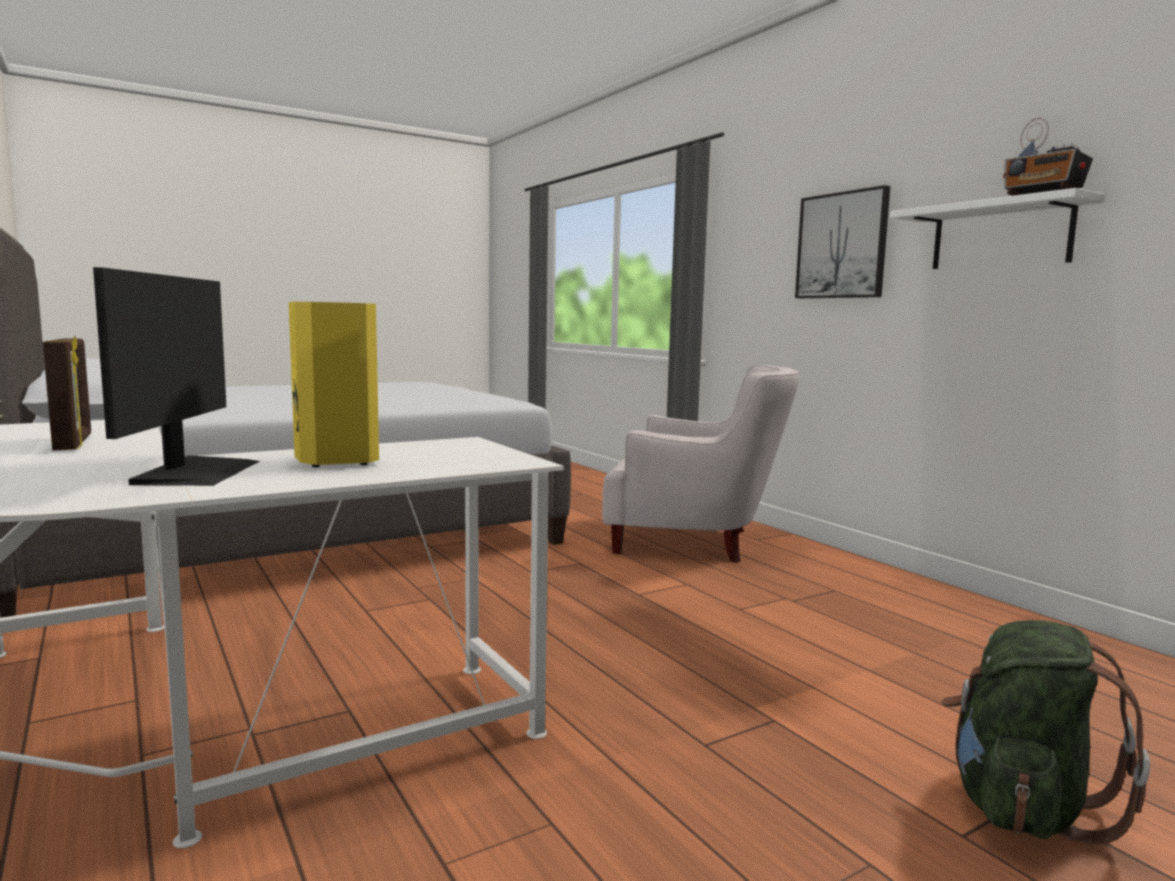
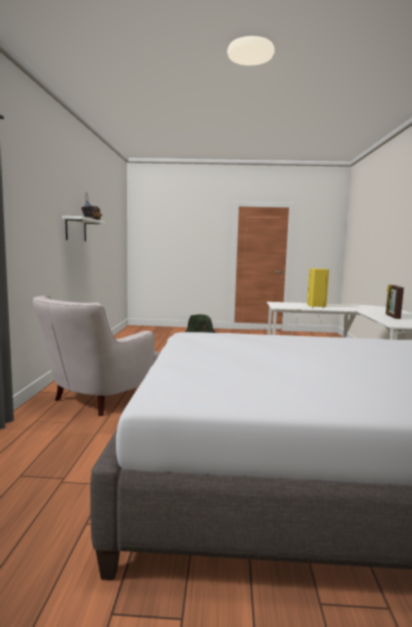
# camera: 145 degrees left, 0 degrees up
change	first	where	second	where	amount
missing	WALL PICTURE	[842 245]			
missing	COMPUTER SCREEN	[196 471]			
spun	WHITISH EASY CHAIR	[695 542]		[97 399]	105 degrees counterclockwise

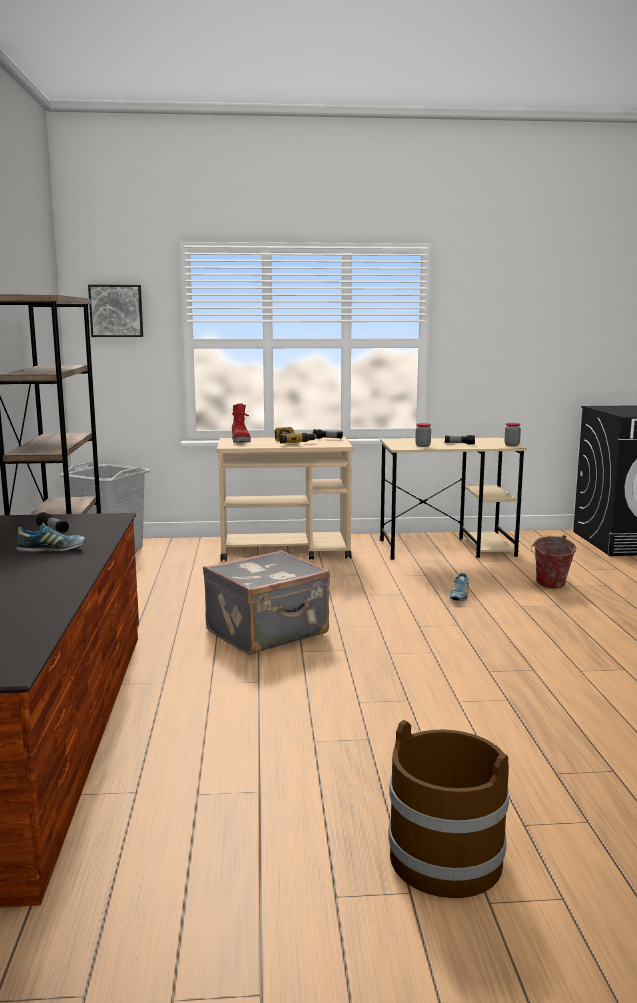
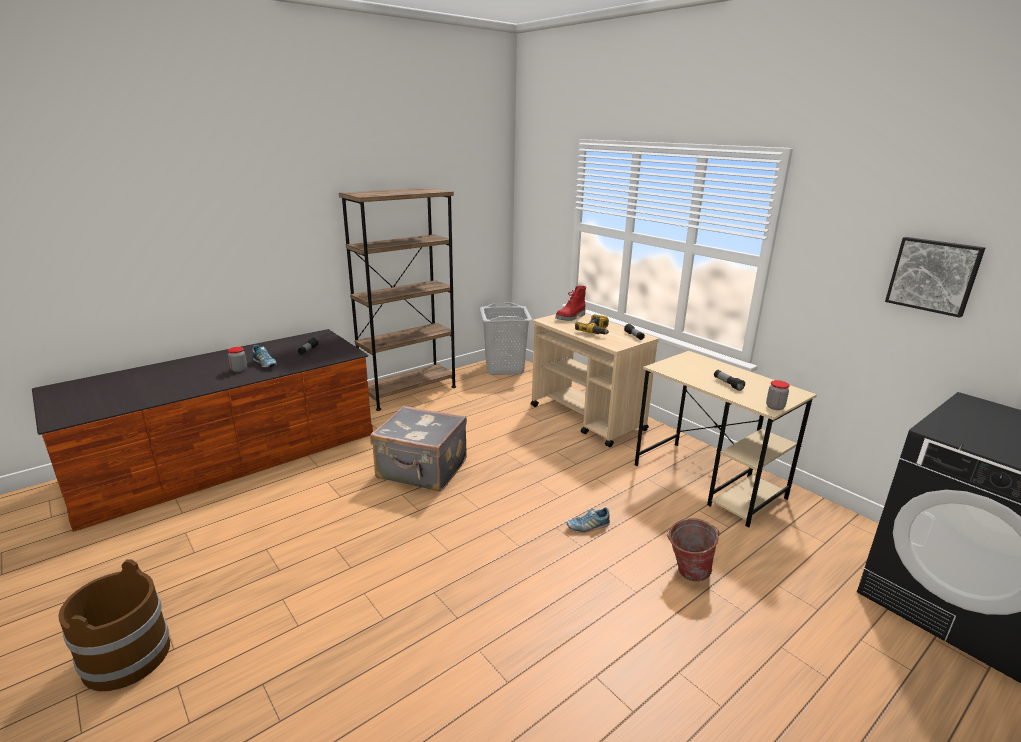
# camera: 55 degrees right, 10 degrees up
change	first	where	second	where	amount
relocated	WALL PICTURE	[116 311]		[933 275]	
relocated	STORAGE JAR	[423 446]		[239 369]	

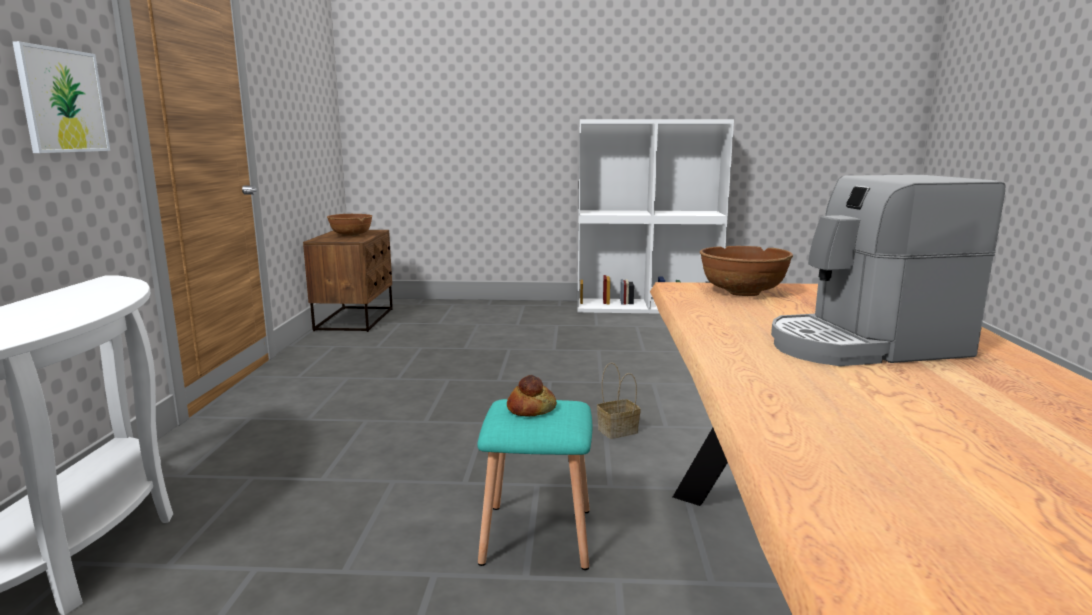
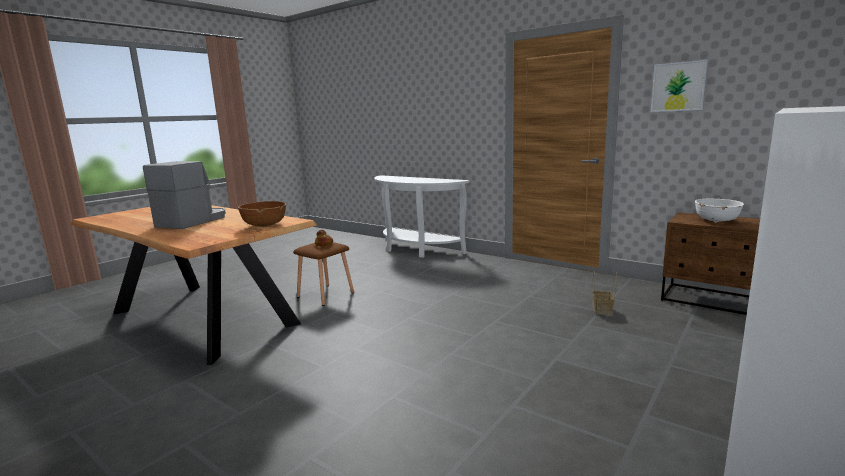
# camera: 125 degrees right, 0 degrees up
change	first	where	second	where	amount
relocated	WALL PICTURE	[62 100]		[678 87]	
colour	BROWNISH SERVING BOWL	[351 235]	WHITISH SERVING BOWL	[716 221]	
relocated	HOUSEHOLD BASKET	[618 430]		[603 310]	
colour	BLUE-GREEN SITTING STOOL	[536 534]	BROWNISH SITTING STOOL	[326 295]	

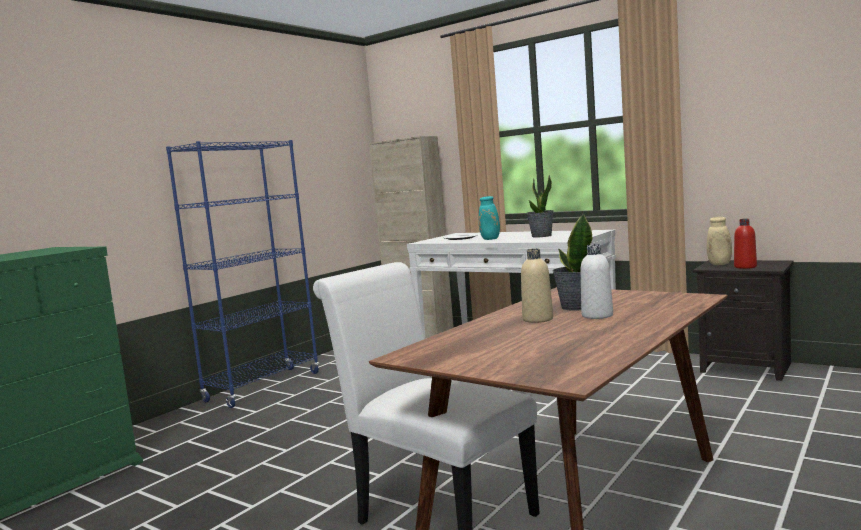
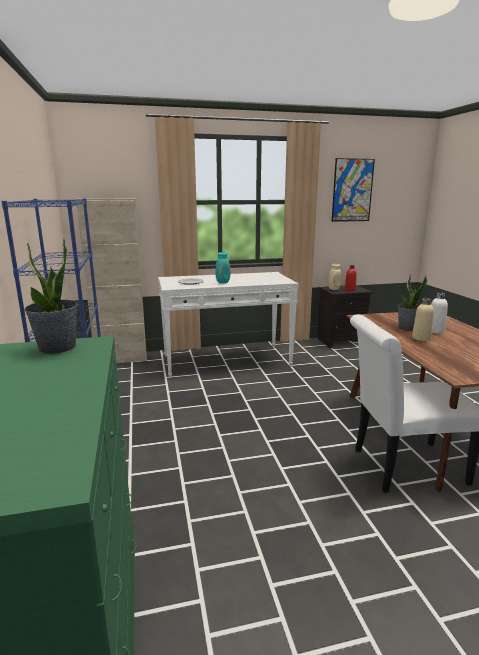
# camera: 50 degrees left, 10 degrees up
change	first	where	second	where	amount
relocated	PLANT IN A POT	[541 236]		[57 347]	
appeared			WALL PICTURE	[352 190]	

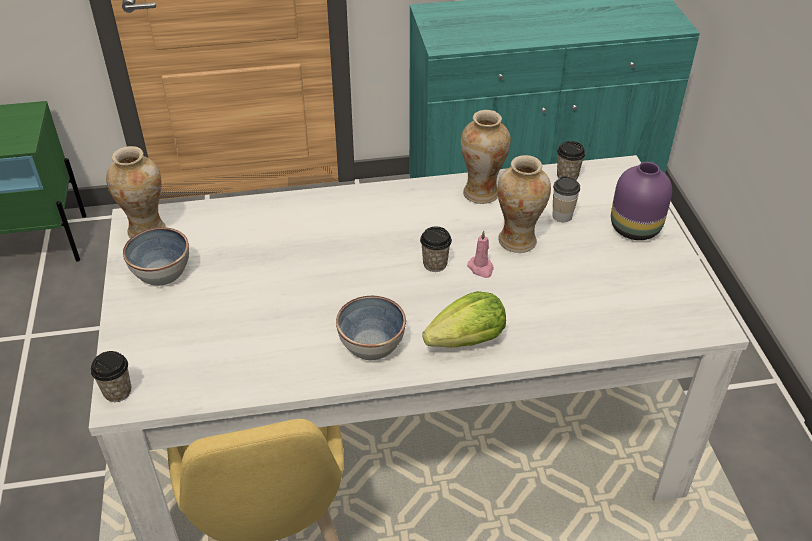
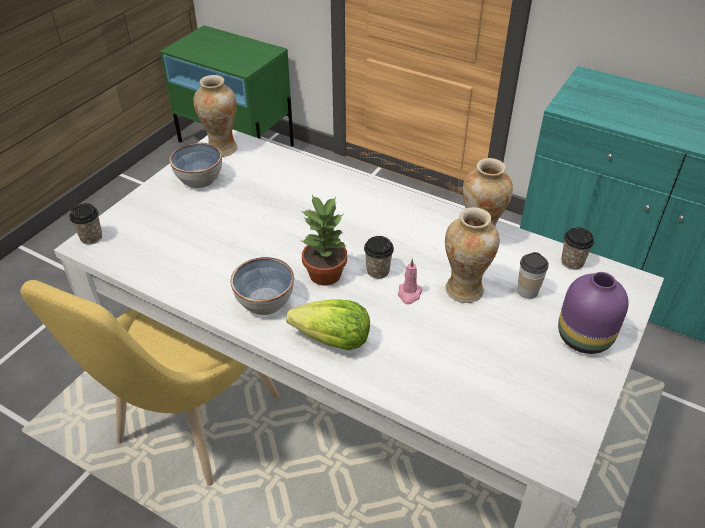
# camera: 40 degrees right, 0 degrees up
change	first	where	second	where	amount
appeared			PLANT IN A POT	[325 273]	

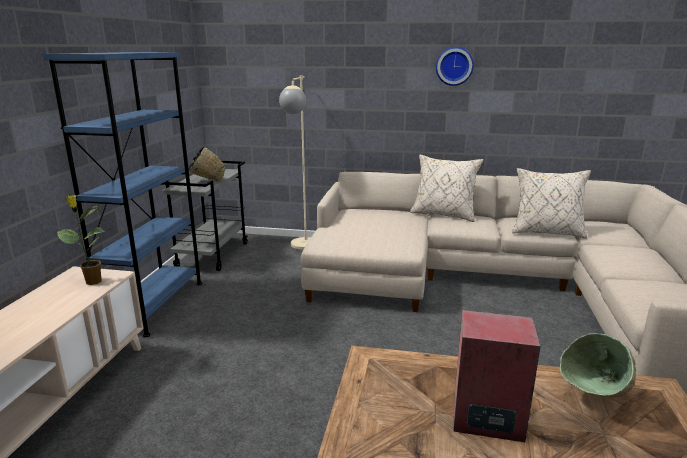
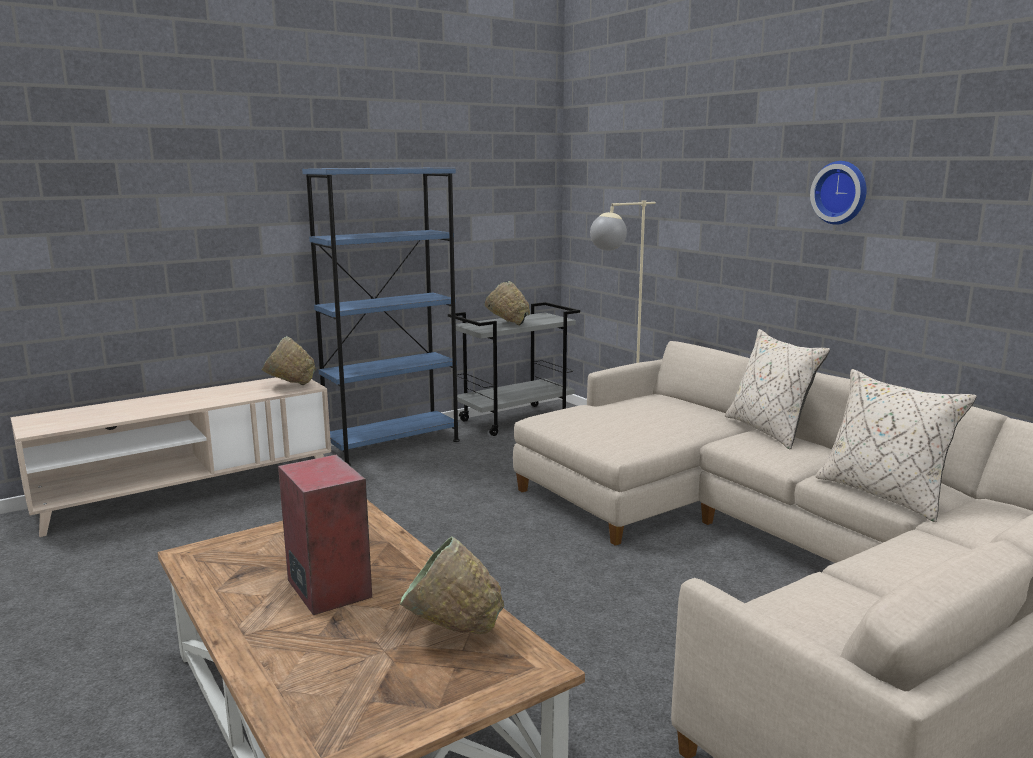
# camera: 45 degrees right, 5 degrees down
change	first	where	second	where	amount
exchanged	PLANT IN A POT	[92 282]	GREENISH SERVING BOWL	[288 386]	

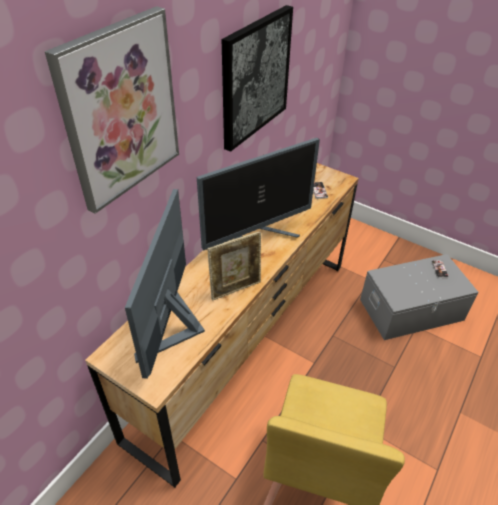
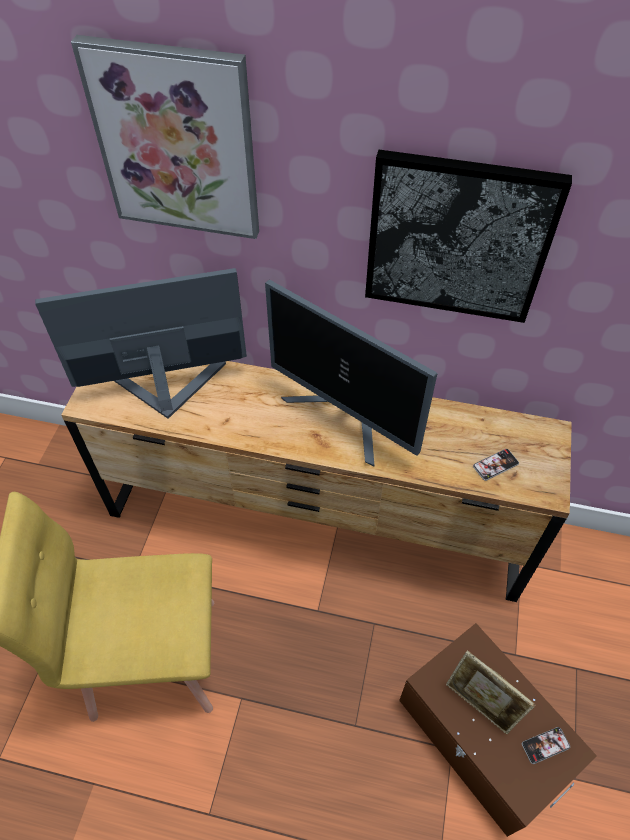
# camera: 70 degrees right, 10 degrees up
change	first	where	second	where	amount
relocated	STANDING FRAME	[236 289]		[479 705]	
colour	GREY STORAGE BOX	[412 310]	BROWNISH STORAGE BOX	[482 737]	

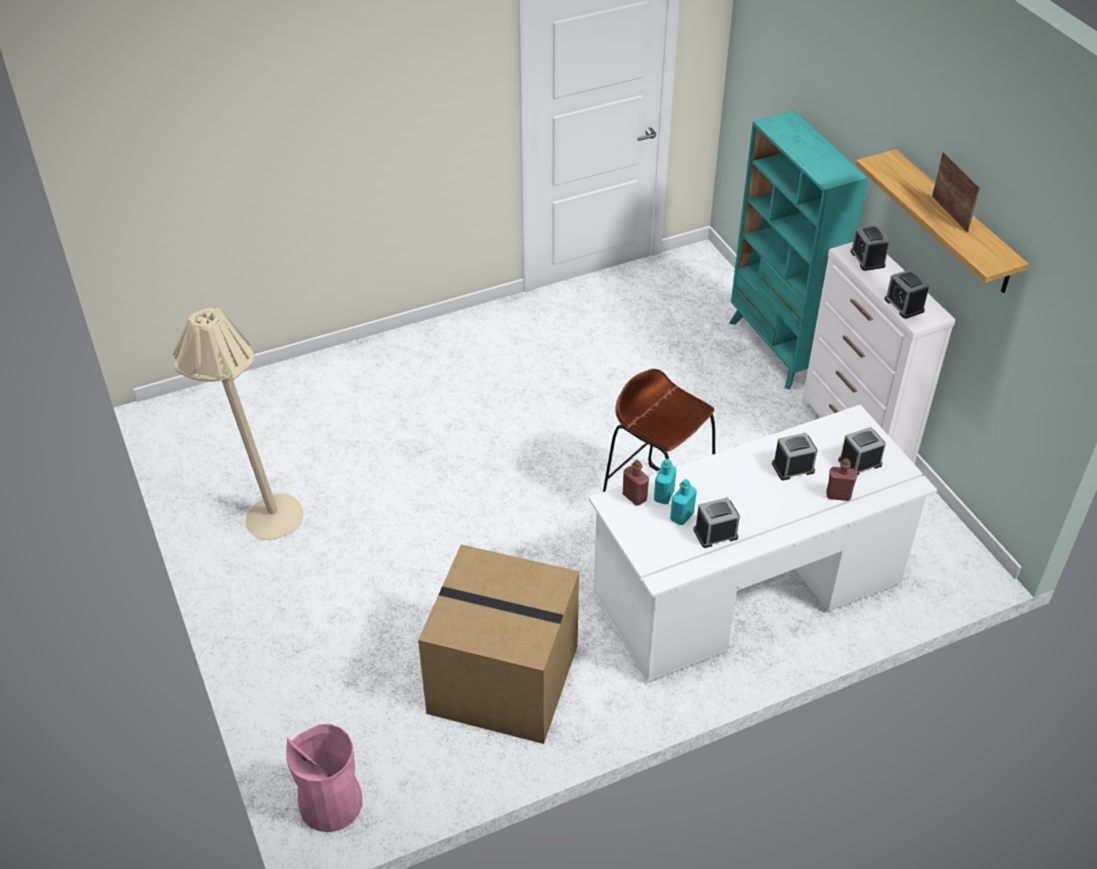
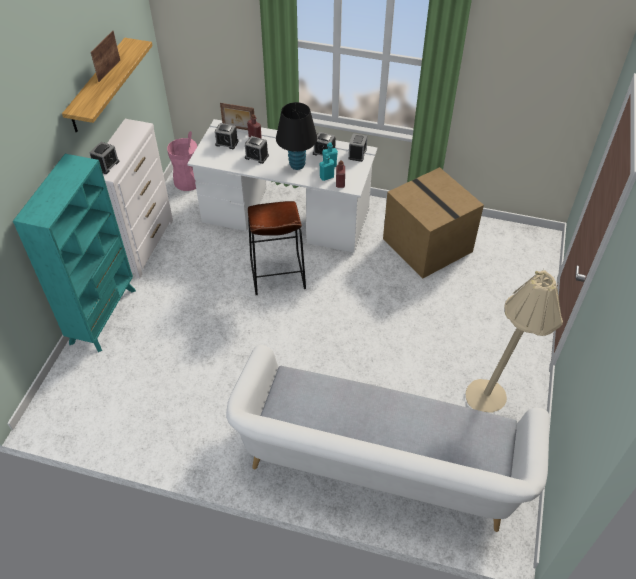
# camera: 140 degrees left, 5 degrees up
change	first	where	second	where	amount
relocated	ALARM CLOCK	[904 305]		[357 154]	
relocated	PINK-COLOURED RUBBISH BIN	[330 803]		[188 181]	
appeared			BLACK-COLOURED TABLE LAMP	[297 165]	
appeared			STANDING FRAME	[238 129]	
appeared			WHITISH COUCH	[380 464]	

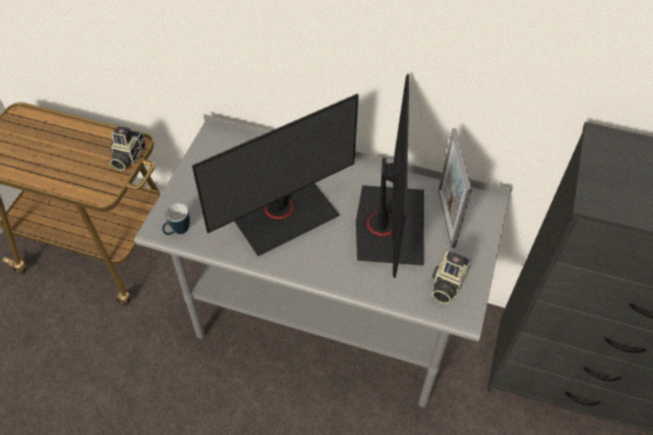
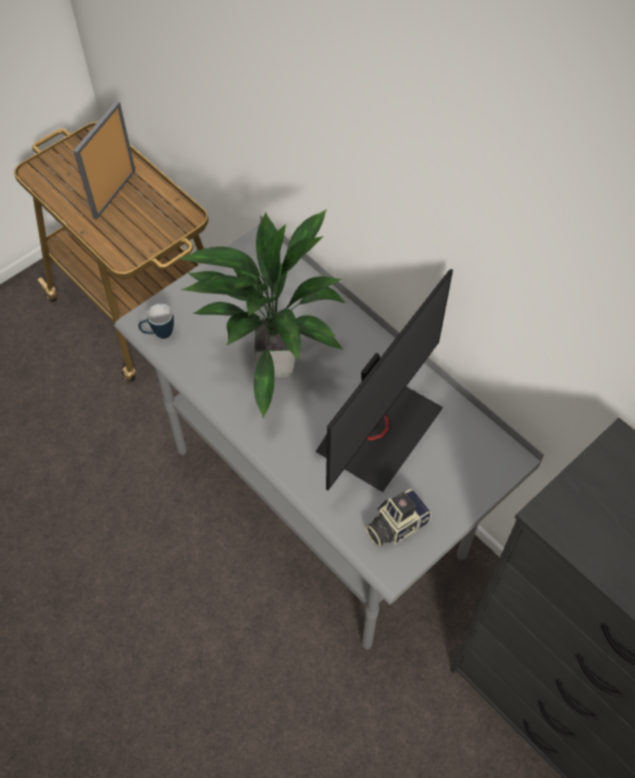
# camera: 30 degrees right, 5 degrees up
change	first	where	second	where	amount
exchanged	COMPUTER SCREEN	[282 214]	PLANT IN A POT	[274 364]	
missing	PHOTO CAMERA	[127 156]			
relocated	STANDING FRAME	[446 217]		[114 194]	

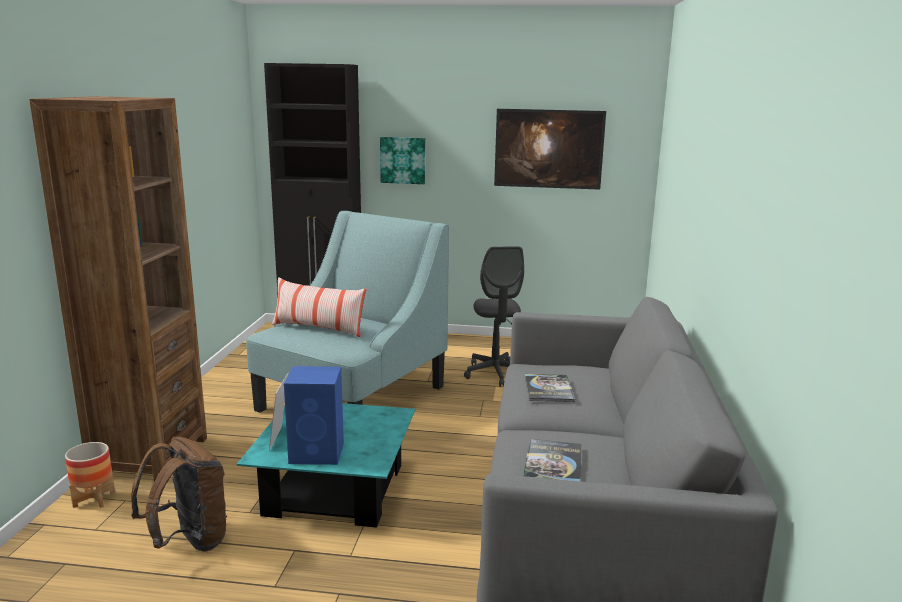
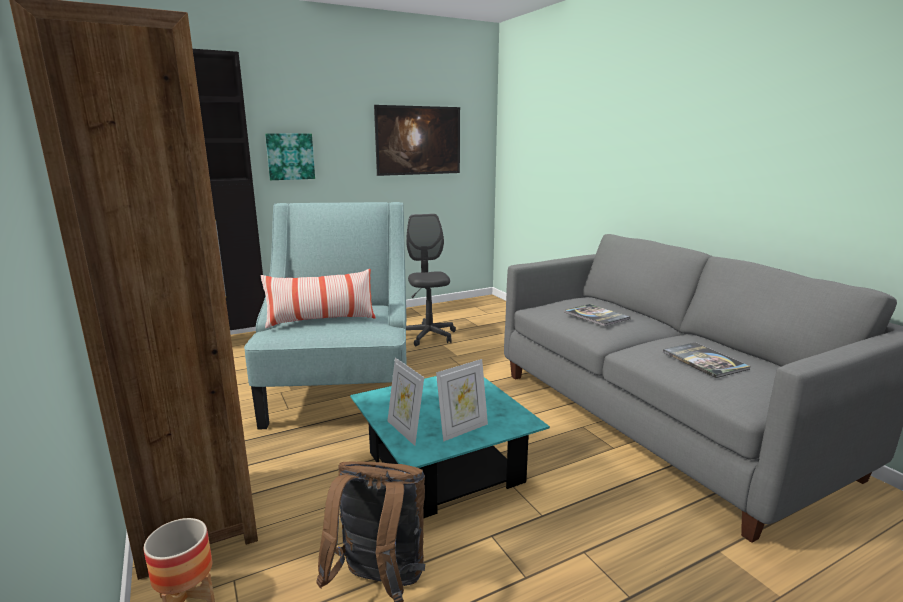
# camera: 35 degrees left, 0 degrees up
change	first	where	second	where	amount
spun	GREY DESK CHAIR	[495 373]		[429 336]	150 degrees counterclockwise
exchanged	BLUISH LOUDSPEAKER	[318 453]	STANDING FRAME	[462 430]	

